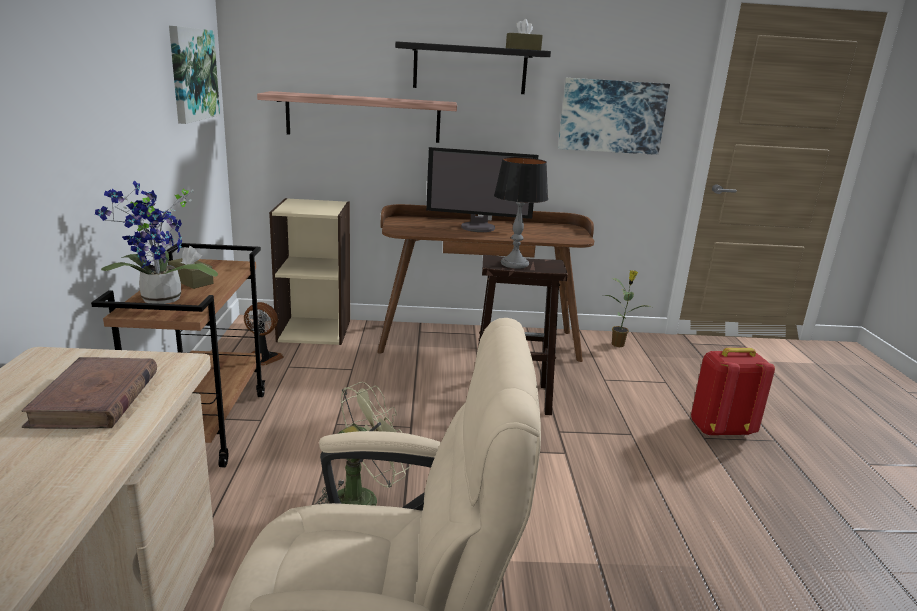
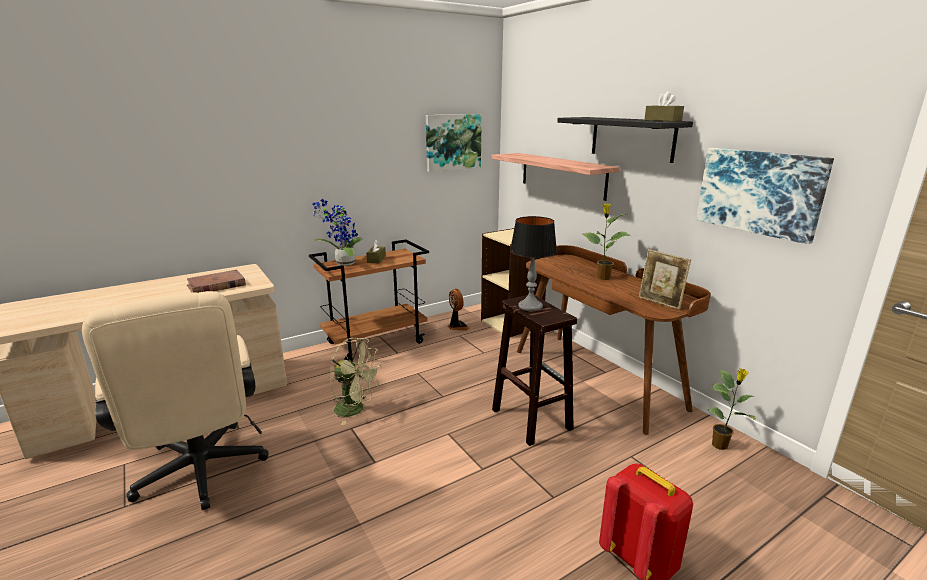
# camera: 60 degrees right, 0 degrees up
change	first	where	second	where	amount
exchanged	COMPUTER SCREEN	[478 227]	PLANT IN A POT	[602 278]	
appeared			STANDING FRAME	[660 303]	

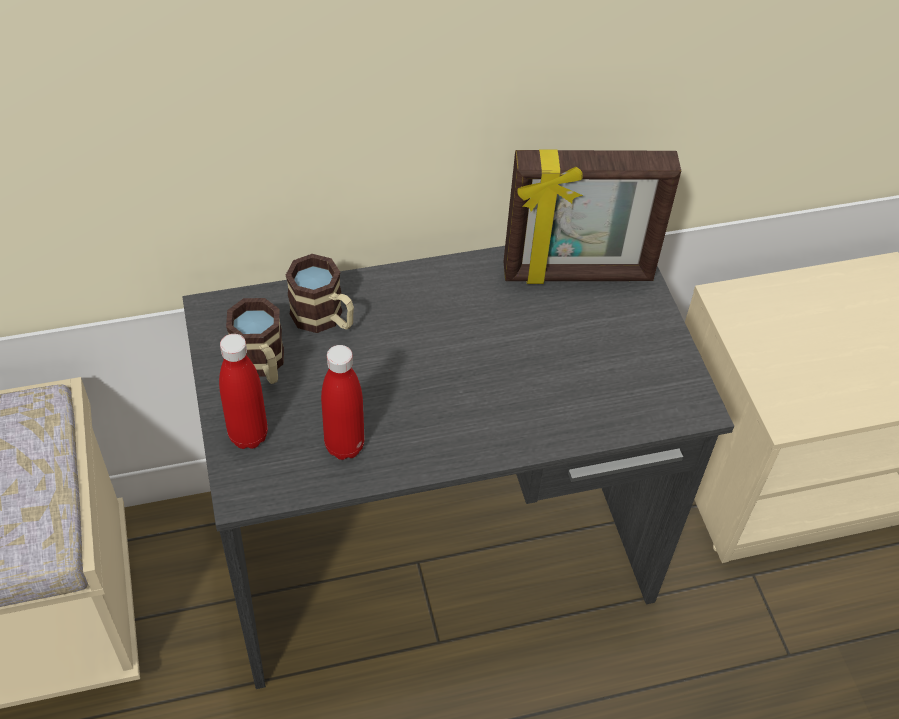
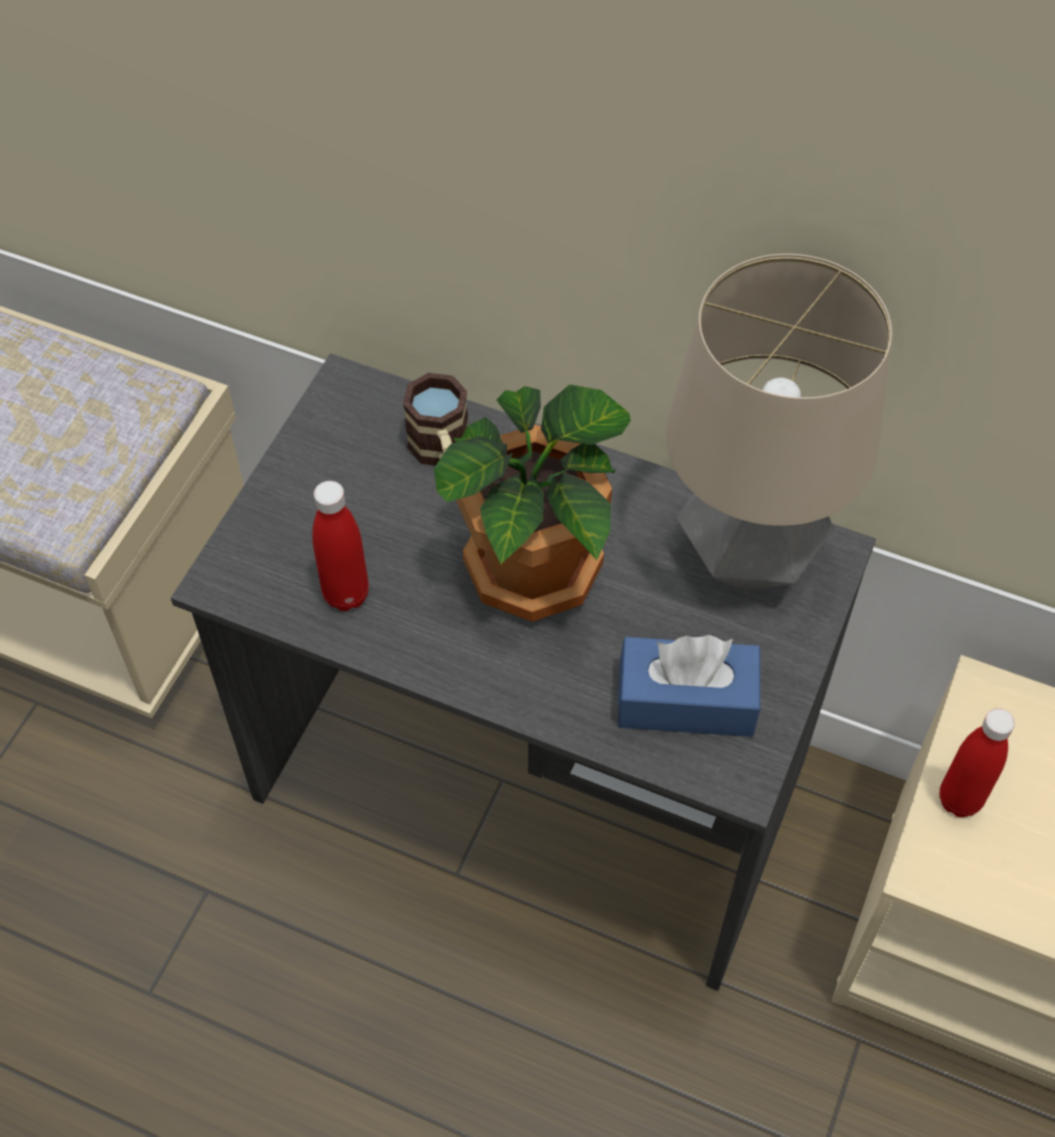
# camera: 40 degrees right, 5 degrees up
change	first	where	second	where	amount
exchanged	STANDING FRAME	[578 275]	TABLE LAMP	[748 557]	
missing	MUG	[262 365]			
relocated	REDDISH BOTTLE	[248 435]		[959 800]	
appeared			PLANT IN A POT	[539 570]	
appeared			BLUISH TISSUE HOLDER	[686 701]	

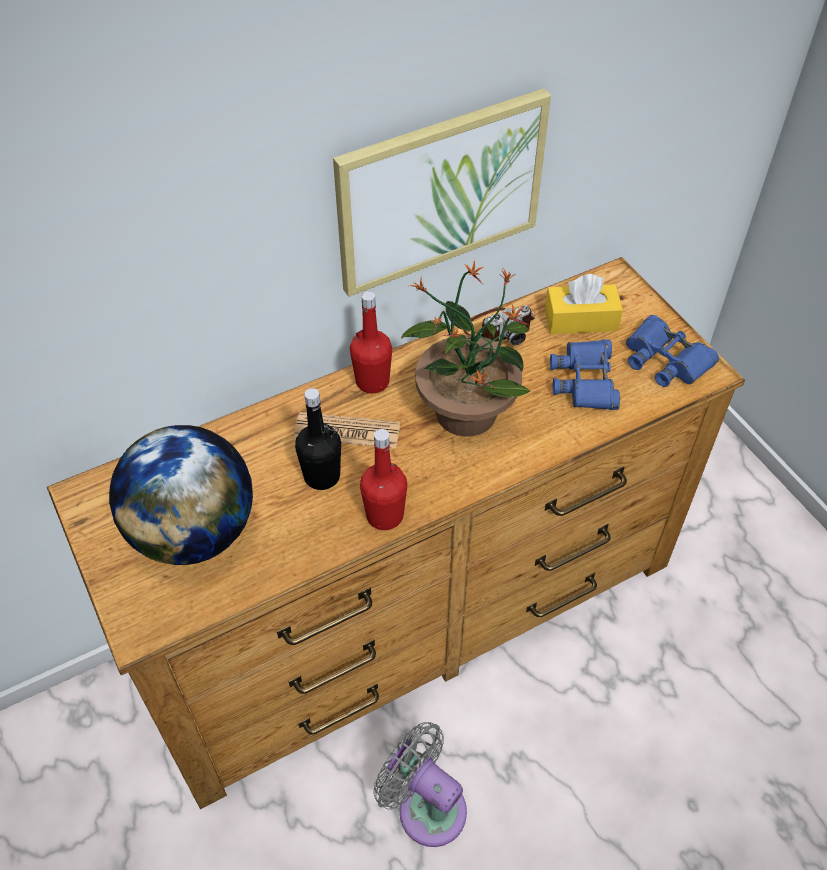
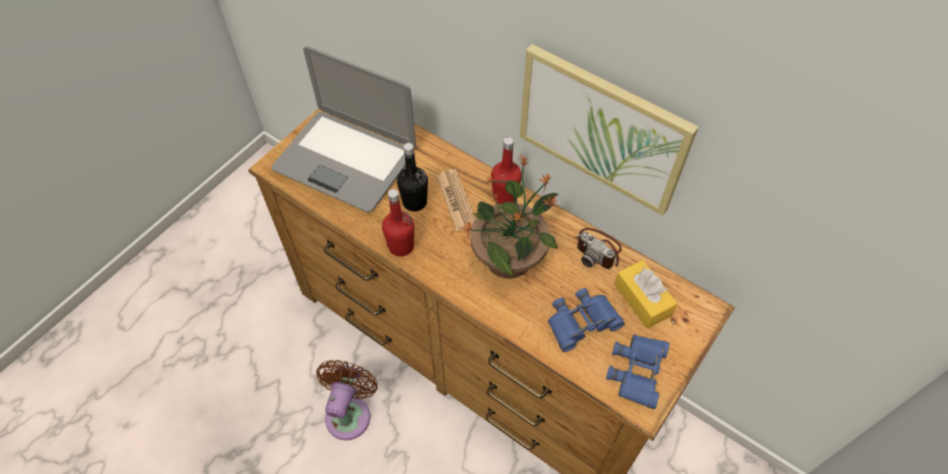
# camera: 65 degrees right, 5 degrees up
change	first	where	second	where	amount
exchanged	DESK GLOBE	[194 532]	PORTABLE COMPUTER	[345 160]	
colour	GREY ELECTRIC FAN	[426 806]	BROWNISH ELECTRIC FAN	[350 413]	

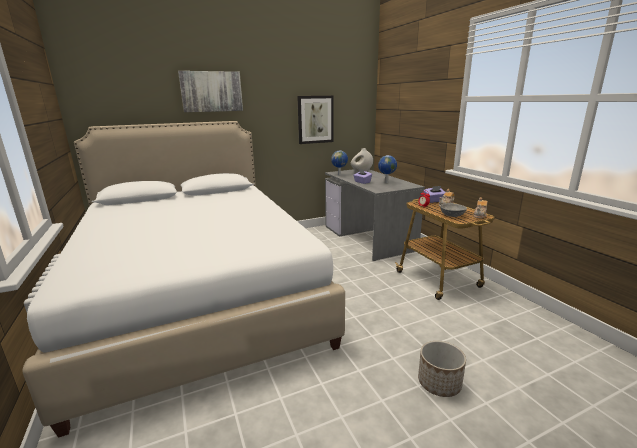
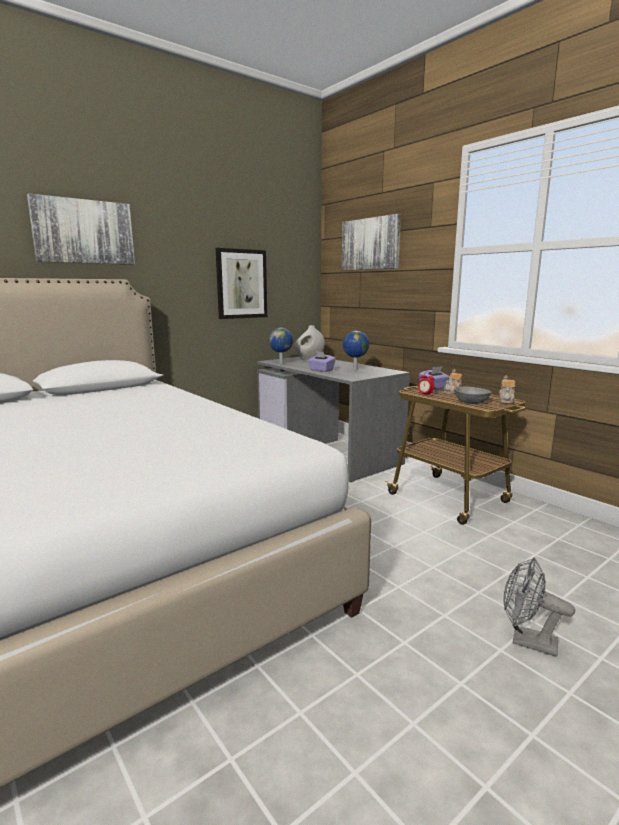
# camera: 15 degrees left, 5 degrees down
change	first	where	second	where	amount
exchanged	PLANTER	[439 383]	GREY ELECTRIC FAN	[526 641]	
appeared			WALL PICTURE	[370 244]	

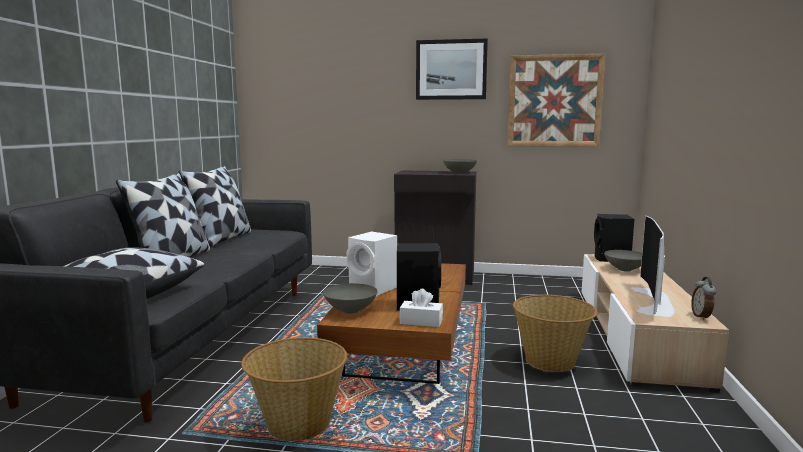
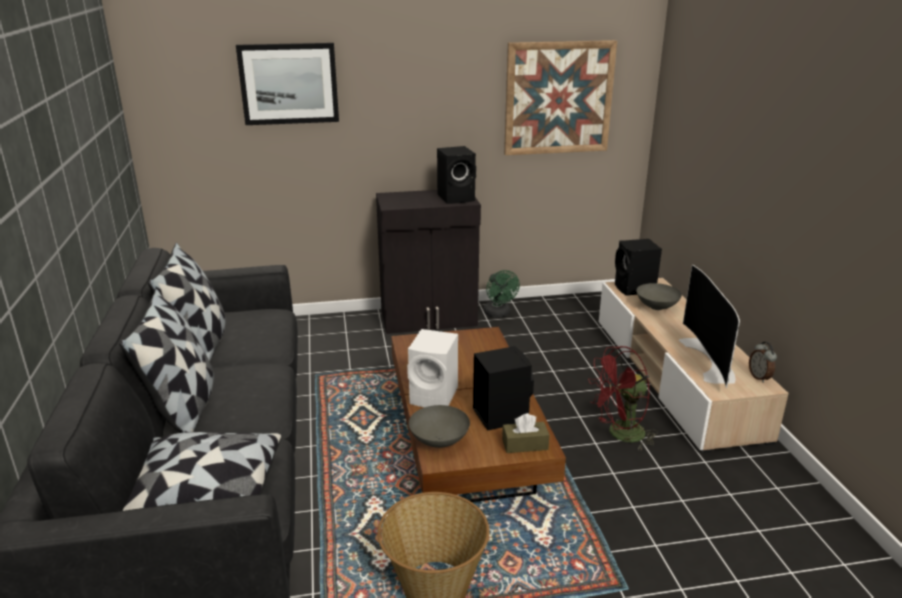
# camera: 20 degrees left, 15 degrees up
change	first	where	second	where	amount
relocated	WALL PICTURE	[451 70]		[289 84]	
exchanged	GREY SERVING BOWL	[460 173]	BLACK-COLOURED LOUDSPEAKER	[457 198]	
colour	WHITISH TISSUE HOLDER	[421 321]	BROWNISH TISSUE HOLDER	[525 444]	
exchanged	HOUSEHOLD BASKET	[551 361]	REDDISH ELECTRIC FAN	[620 435]	
appeared			GREENISH ELECTRIC FAN	[499 314]	

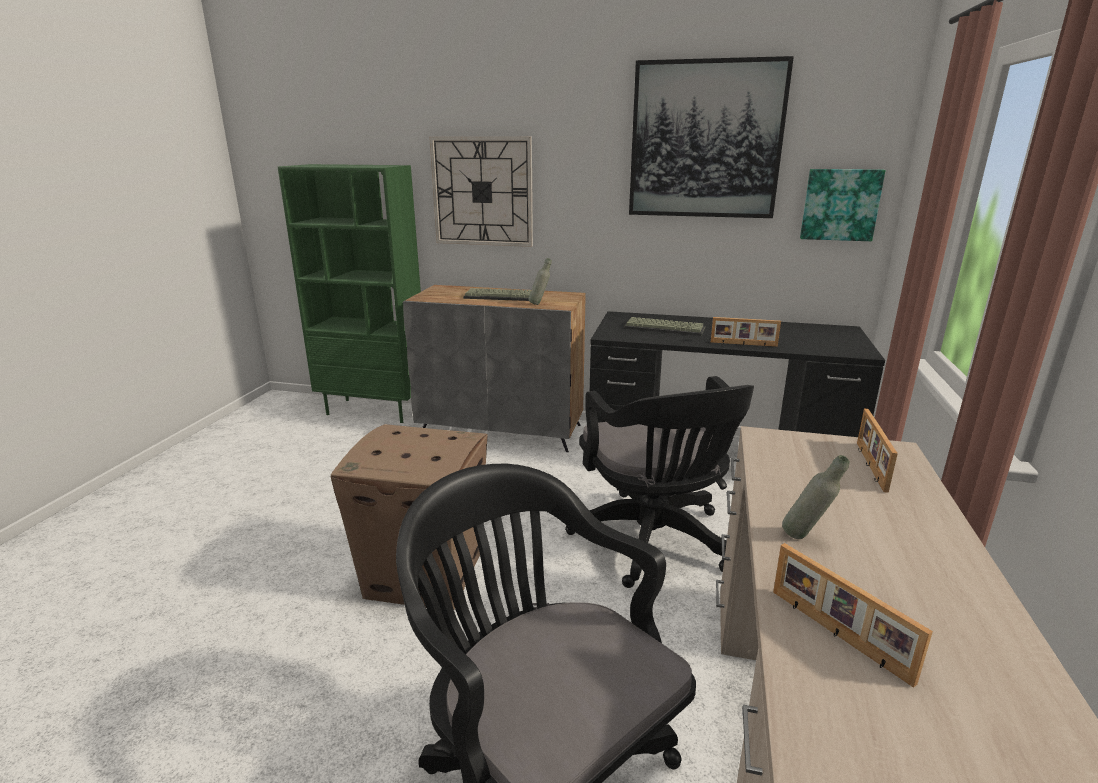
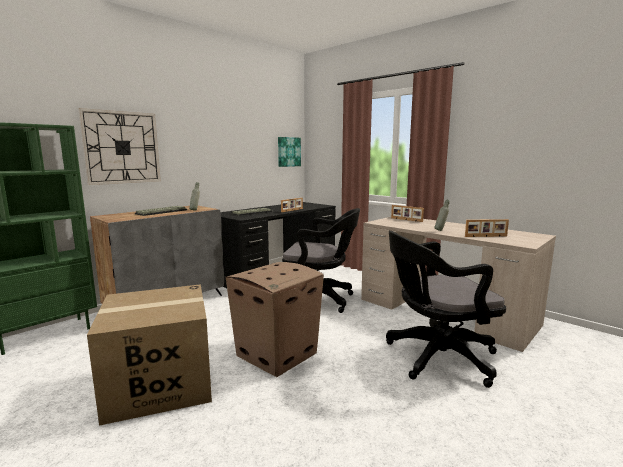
# camera: 60 degrees left, 10 degrees down
change	first	where	second	where	amount
missing	WALL PICTURE	[705 140]			
appeared			CARTON	[159 383]	

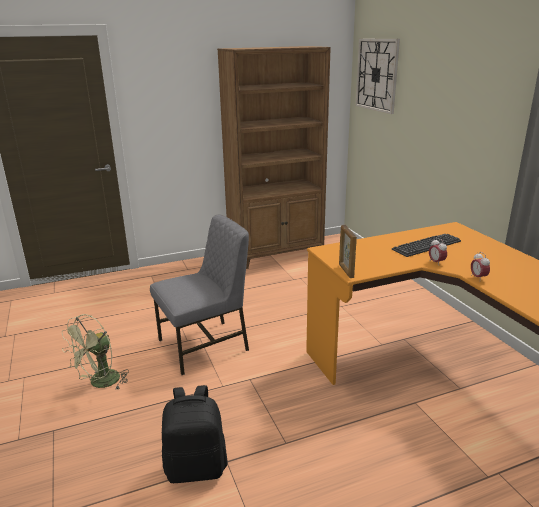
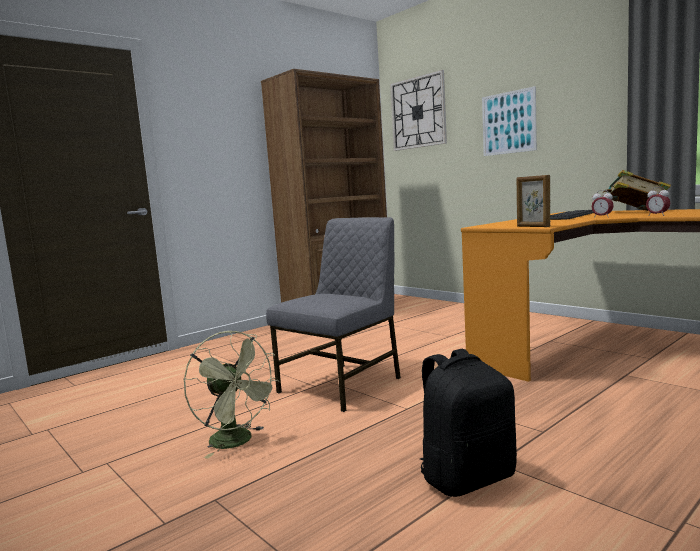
# camera: 20 degrees left, 15 degrees down
change	first	where	second	where	amount
spun	GREENISH ELECTRIC FAN	[100 383]		[238 442]	60 degrees counterclockwise
appeared			WALL PICTURE	[508 122]	
appeared			VOLUME	[634 212]	

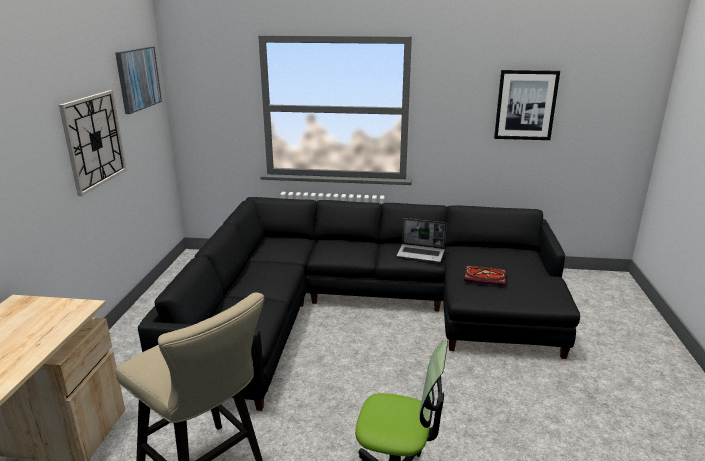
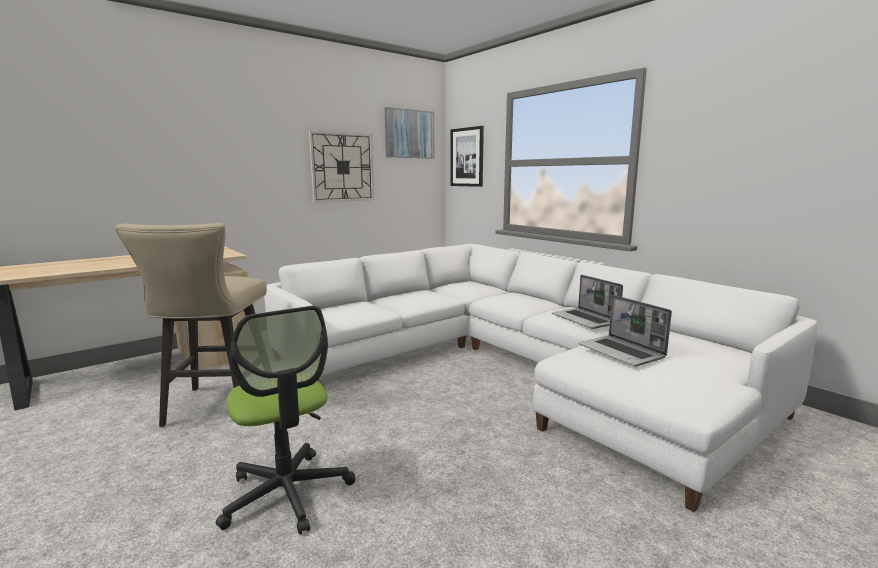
# camera: 45 degrees right, 10 degrees down
change	first	where	second	where	amount
relocated	WALL PICTURE	[525 105]		[467 157]	
colour	BLACK-COLOURED COUCH	[363 309]	WHITISH COUCH	[510 367]	
exchanged	VOLUME	[486 277]	PORTABLE COMPUTER	[622 352]	

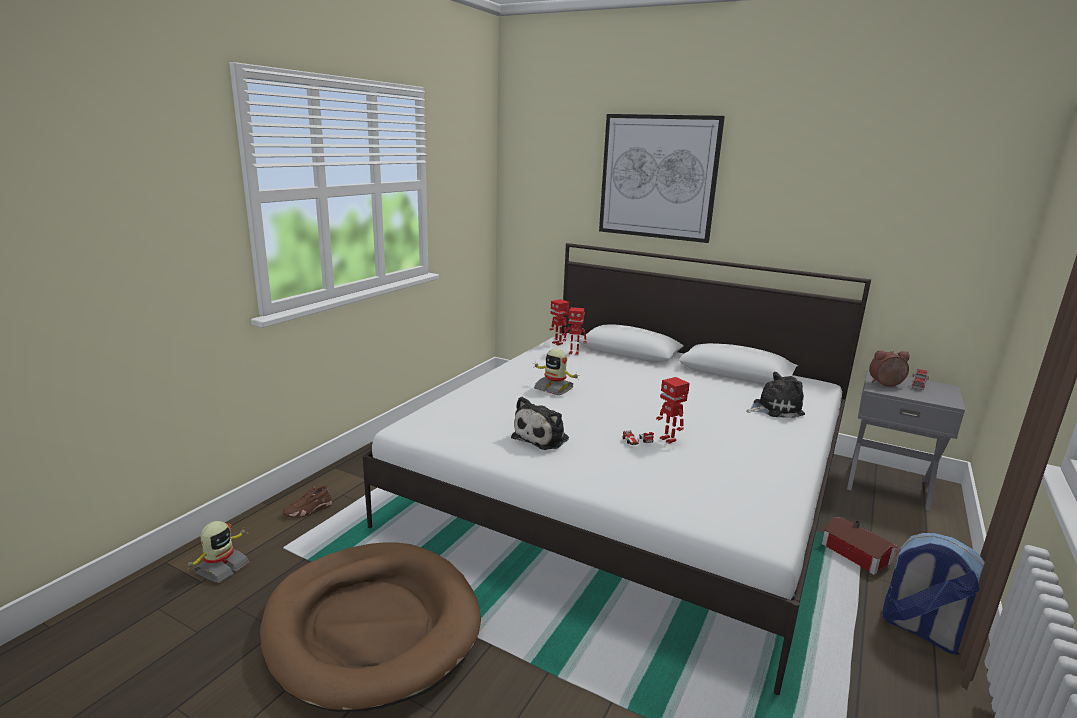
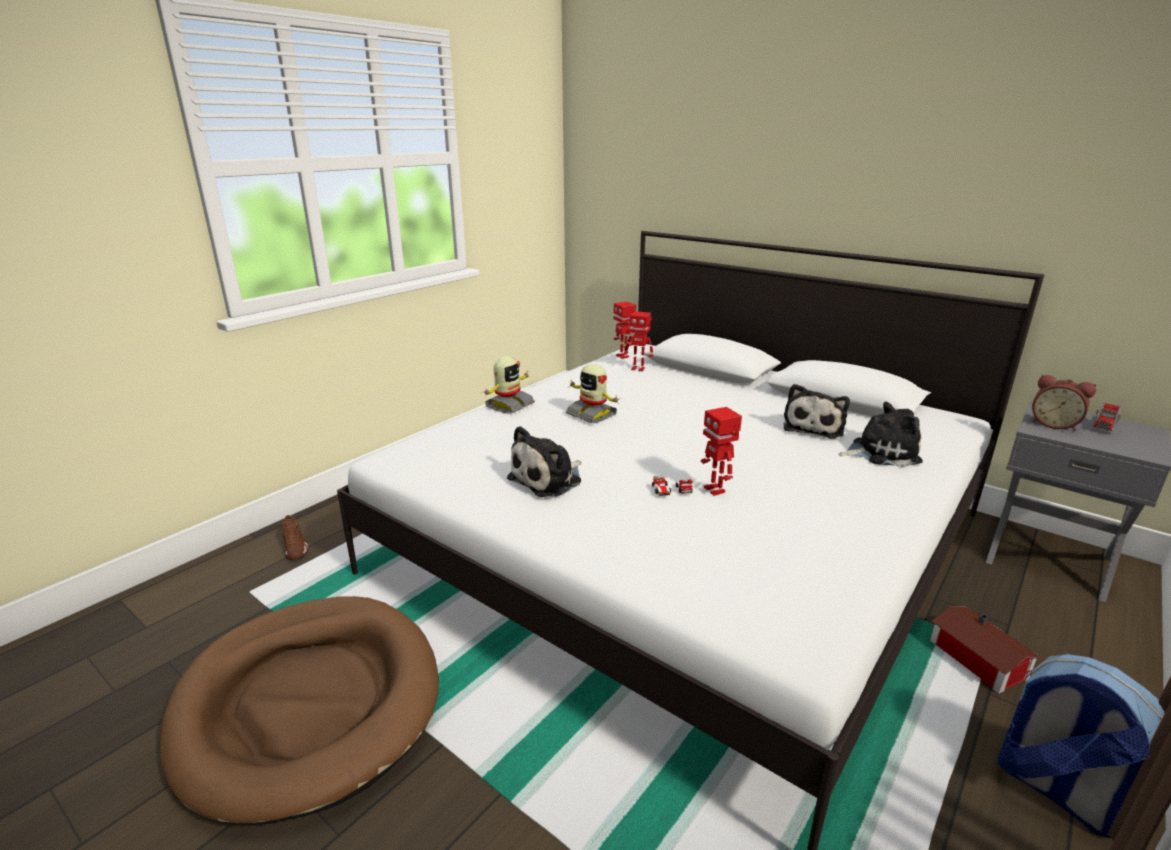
# camera: 10 degrees right, 5 degrees up
change	first	where	second	where	amount
missing	WALL PICTURE	[658 177]			
spun	ALARM CLOCK	[886 384]		[1054 424]	150 degrees counterclockwise
spun	BROWNISH SHOE	[308 510]		[295 547]	90 degrees counterclockwise
relocated	ROBOT FIGURE	[221 568]		[509 405]	
appeared			SOFT TOY	[814 426]	

